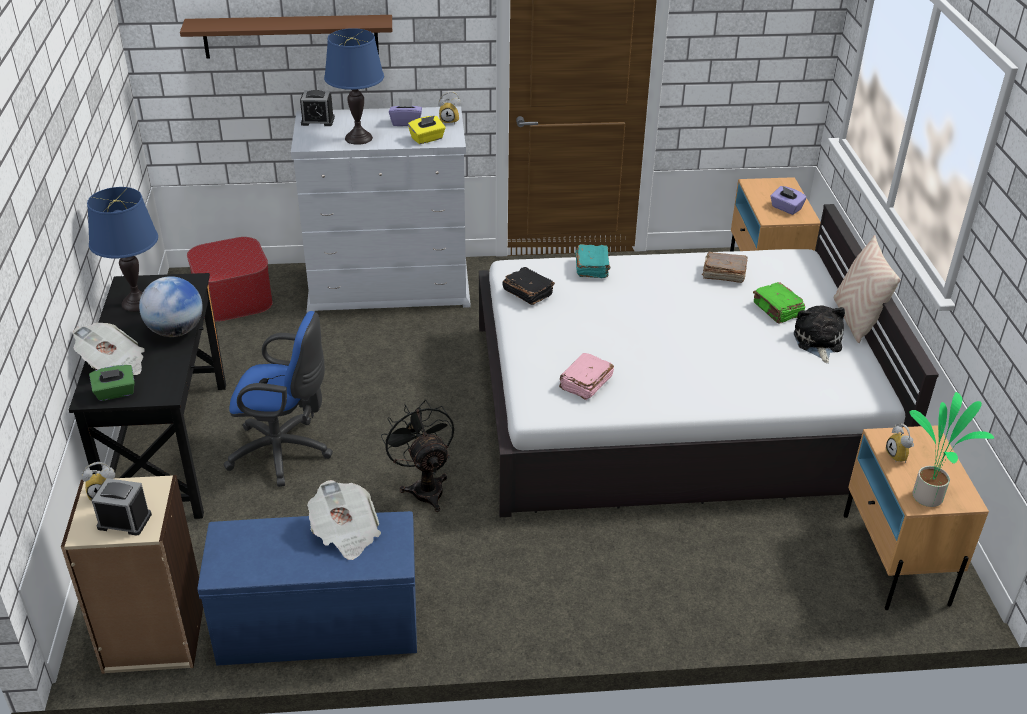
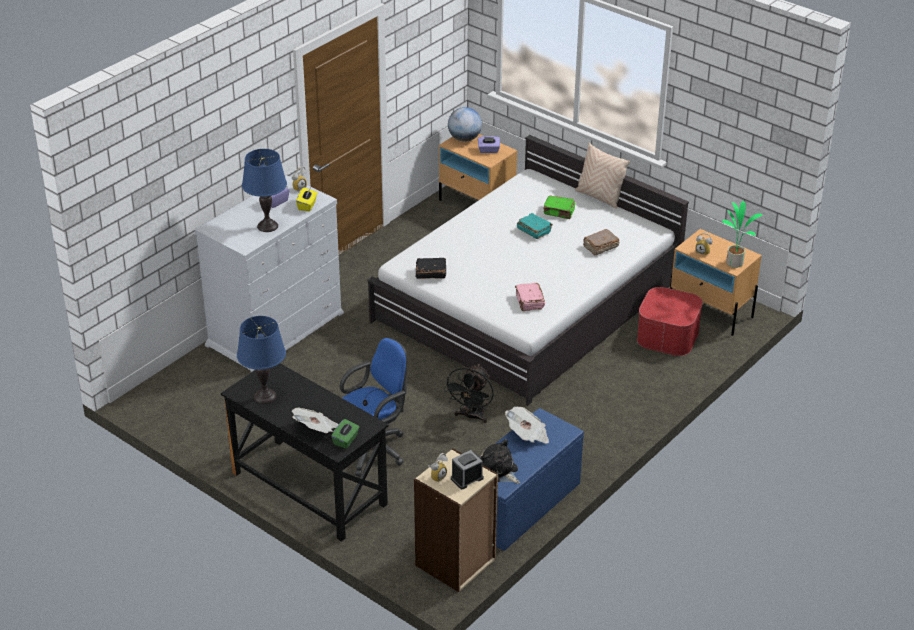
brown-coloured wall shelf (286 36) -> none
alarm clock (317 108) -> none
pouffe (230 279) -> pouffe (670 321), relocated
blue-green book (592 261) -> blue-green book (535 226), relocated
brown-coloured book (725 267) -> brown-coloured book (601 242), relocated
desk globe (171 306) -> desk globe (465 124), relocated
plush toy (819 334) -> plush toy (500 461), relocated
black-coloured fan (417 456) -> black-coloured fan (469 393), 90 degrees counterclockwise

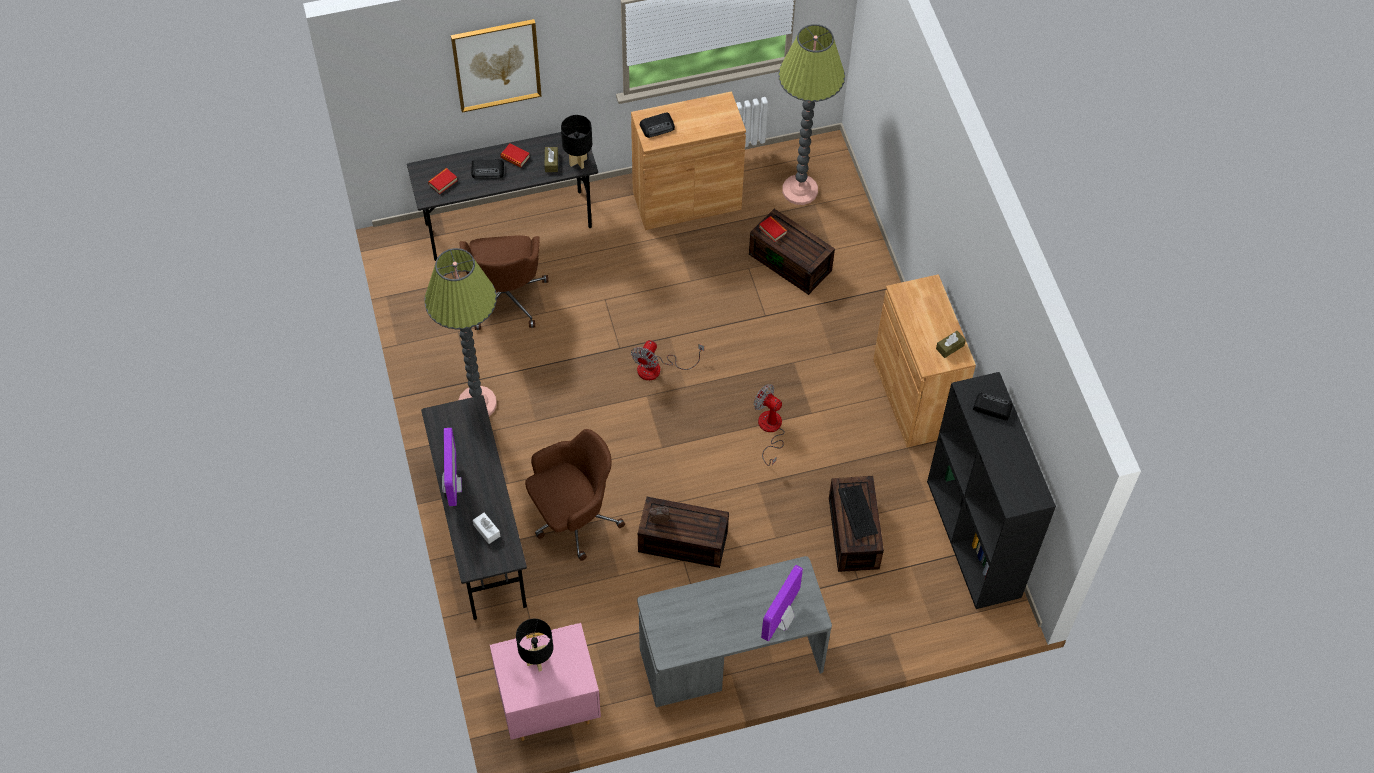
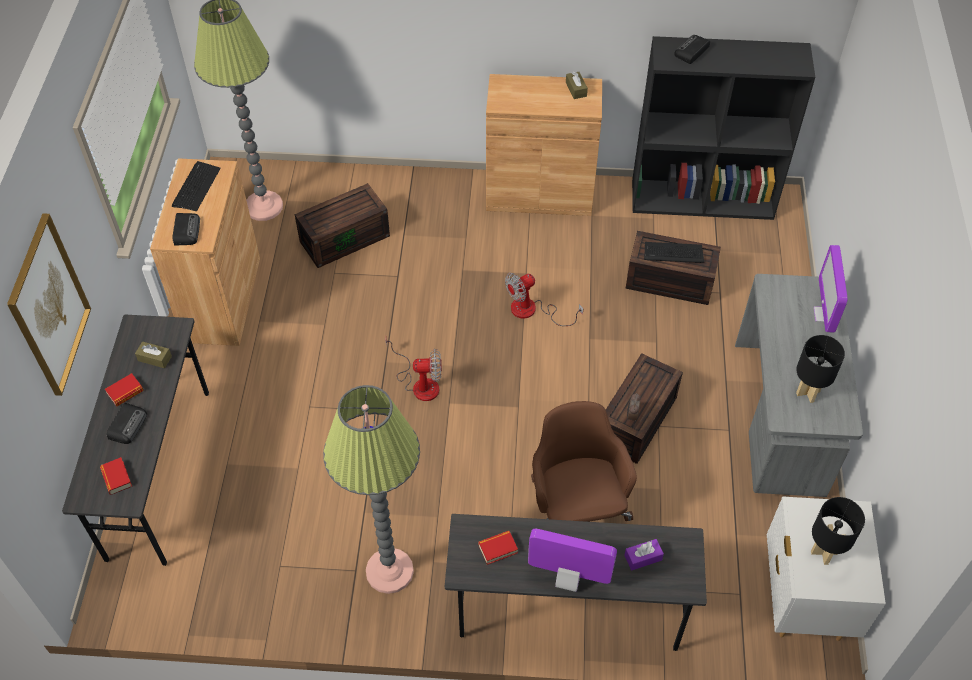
black-coloured lamp for a table (576 142) -> black-coloured lamp for a table (820 369), relocated
book (773 229) -> book (498 548), relocated
brown-coloured computer chair (504 282) -> none
fan (667 360) -> fan (414 370), 45 degrees counterclockwise
whitish tissue box (486 528) -> purplish tissue box (644 554)
monitor (782 603) -> monitor (830 289), 45 degrees clockwise
pinkish nightstand (545 682) -> whitish nightstand (826 568)
none -> computer keyboard (196 186)

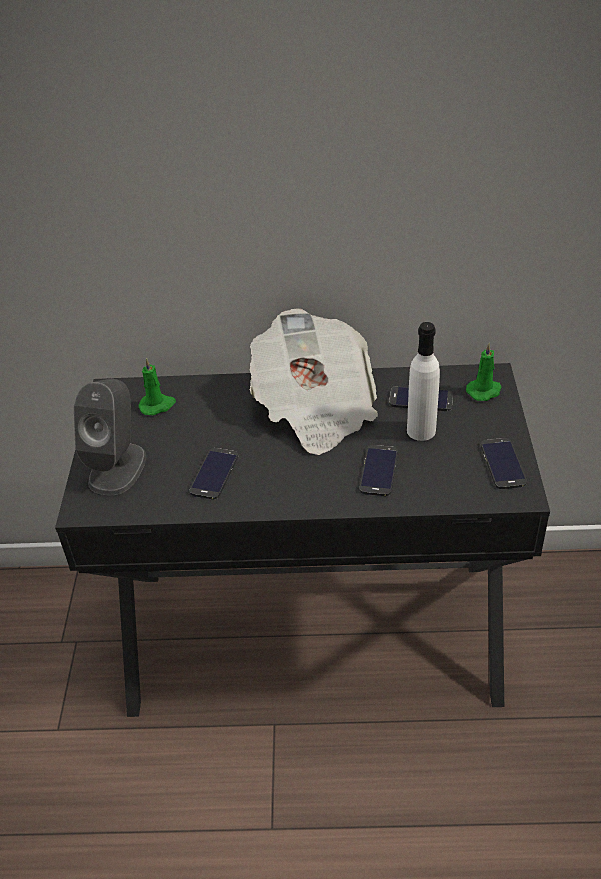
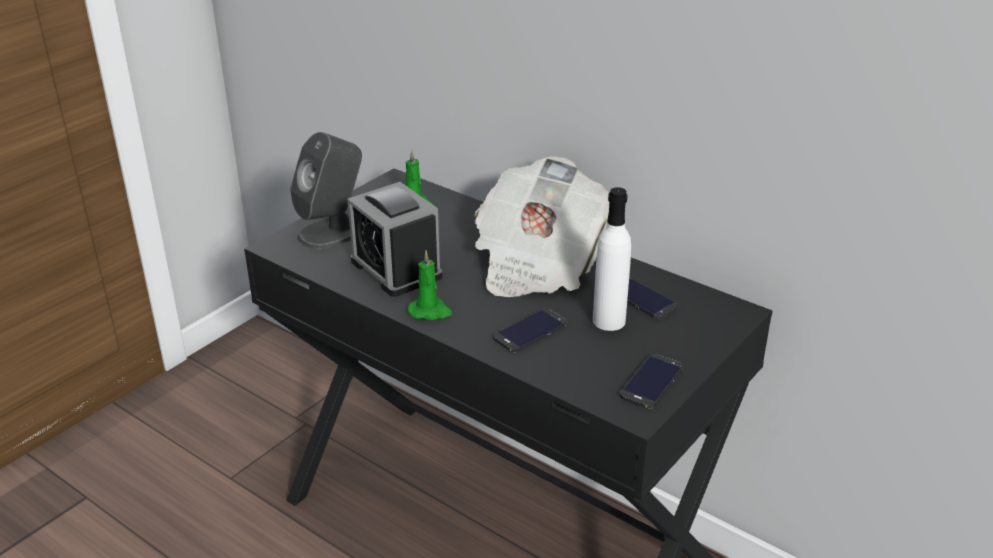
green-coloured candle (483 372) -> green-coloured candle (430 285), relocated
handset (214 473) -> alarm clock (394 239)

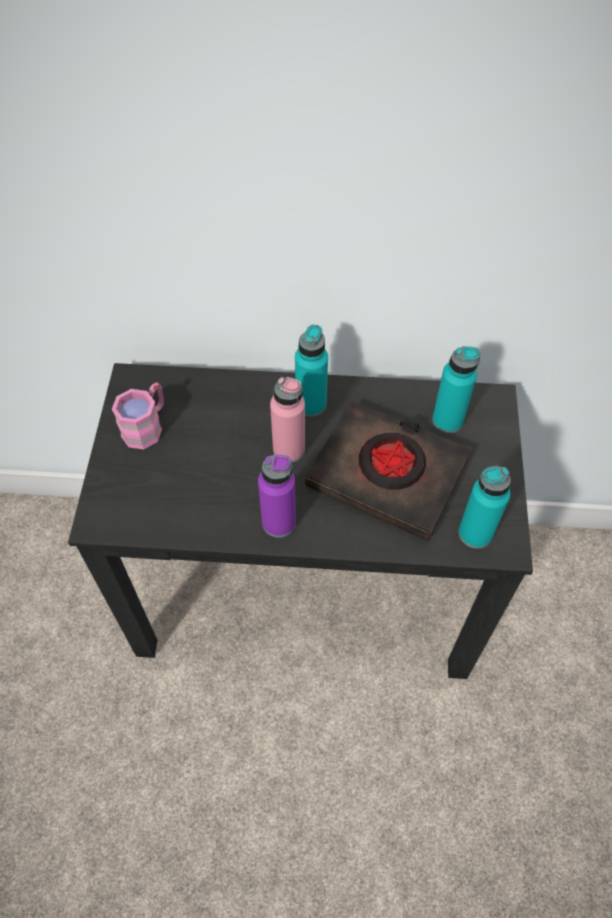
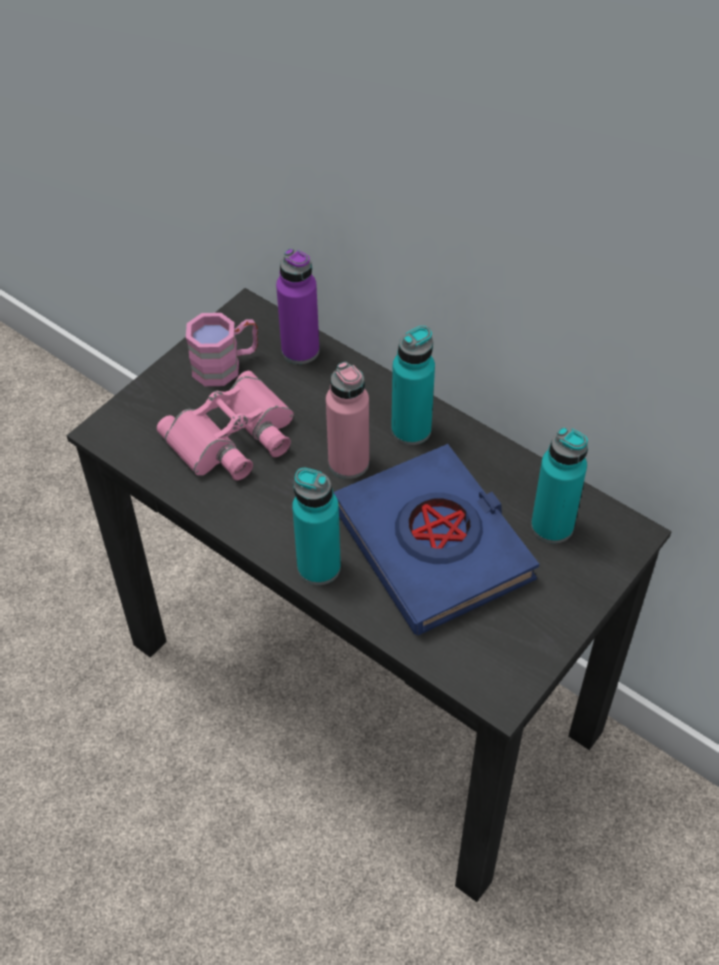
black-coloured book (388 471) -> bluish book (436 540)
purplish drink bottle (277 496) -> purplish drink bottle (298 306), relocated
blue-green drink bottle (484 507) -> blue-green drink bottle (316 526), relocated
none -> pinkish binoculars (225 425)

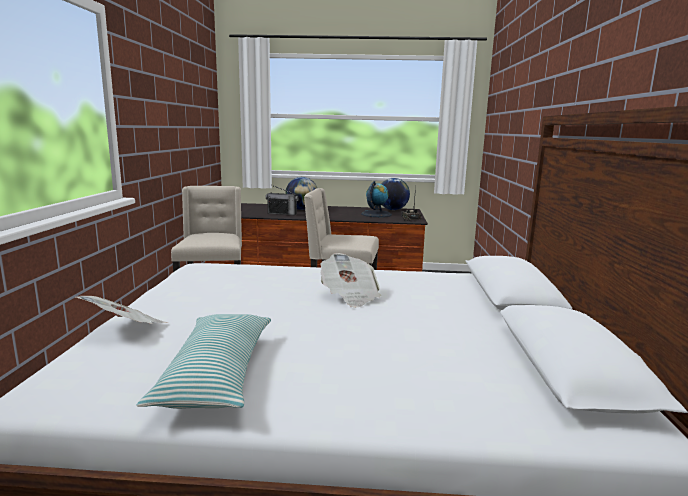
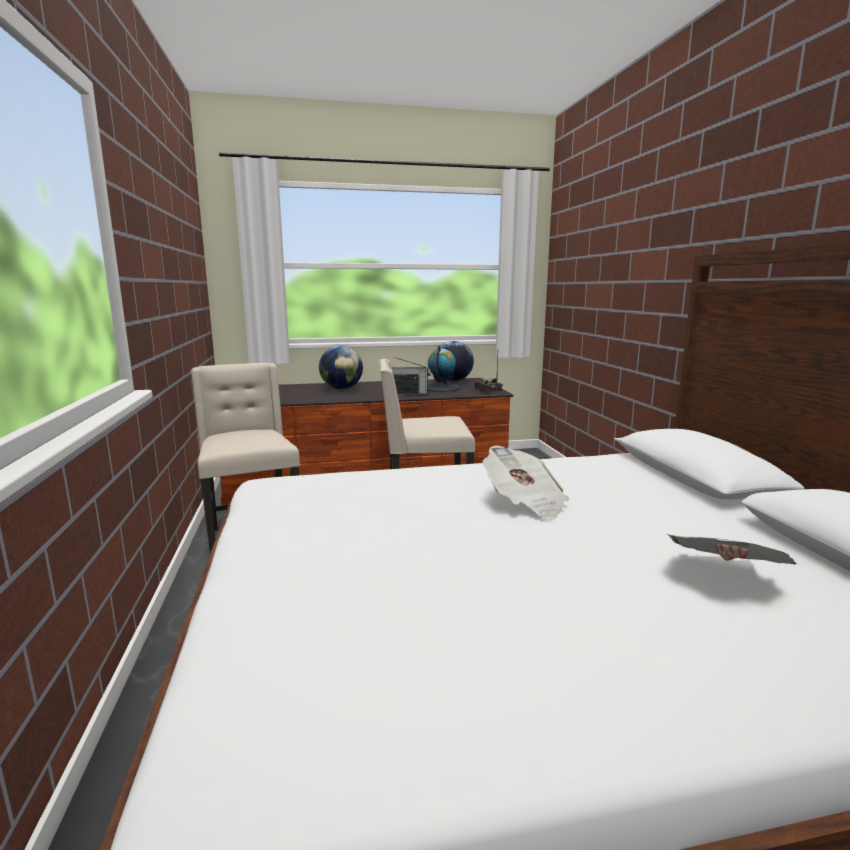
radio (282 200) -> radio (411 376), relocated
printed paper (122 310) -> printed paper (732 549), relocated
cushion (204 361) -> none

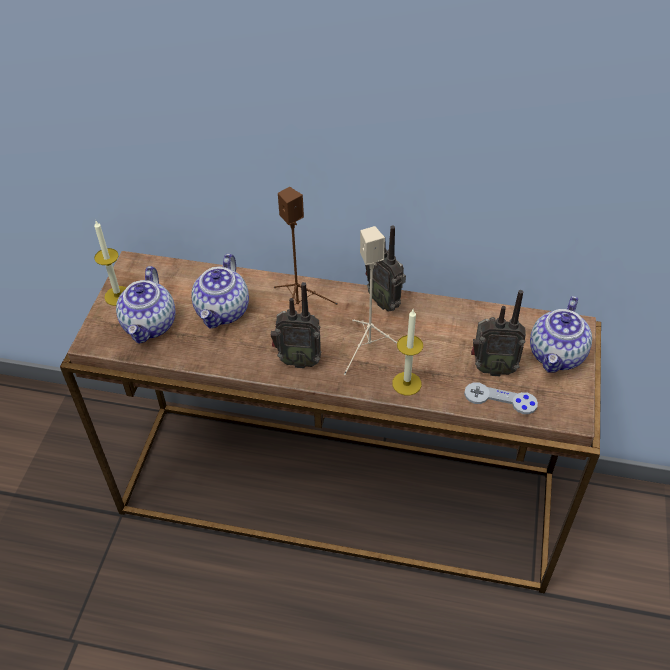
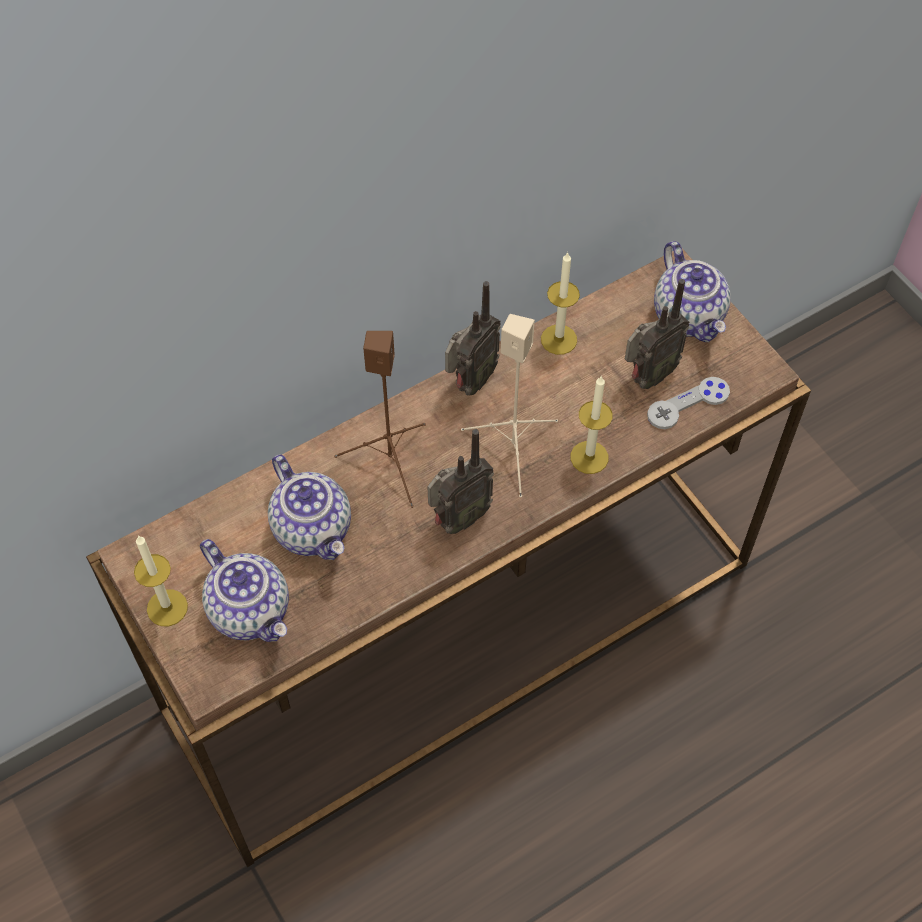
radio (385 268) -> radio (473 338), 60 degrees counterclockwise
none -> candle (560 303)

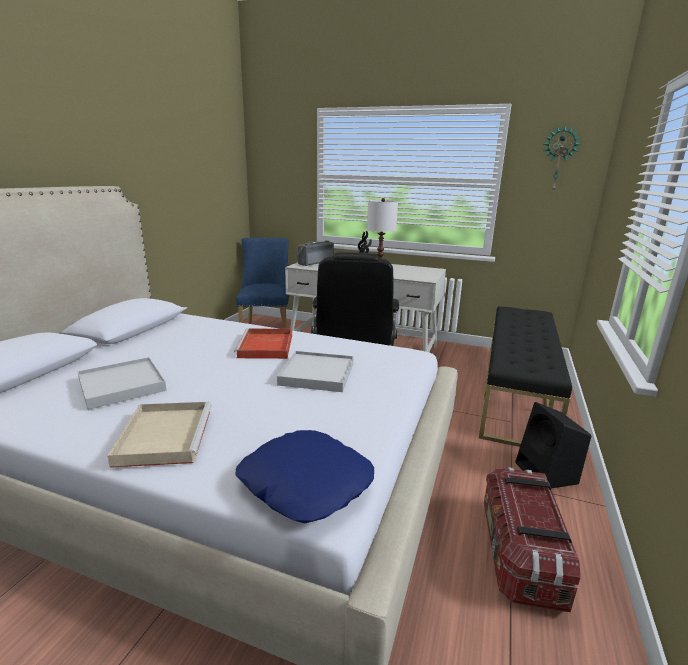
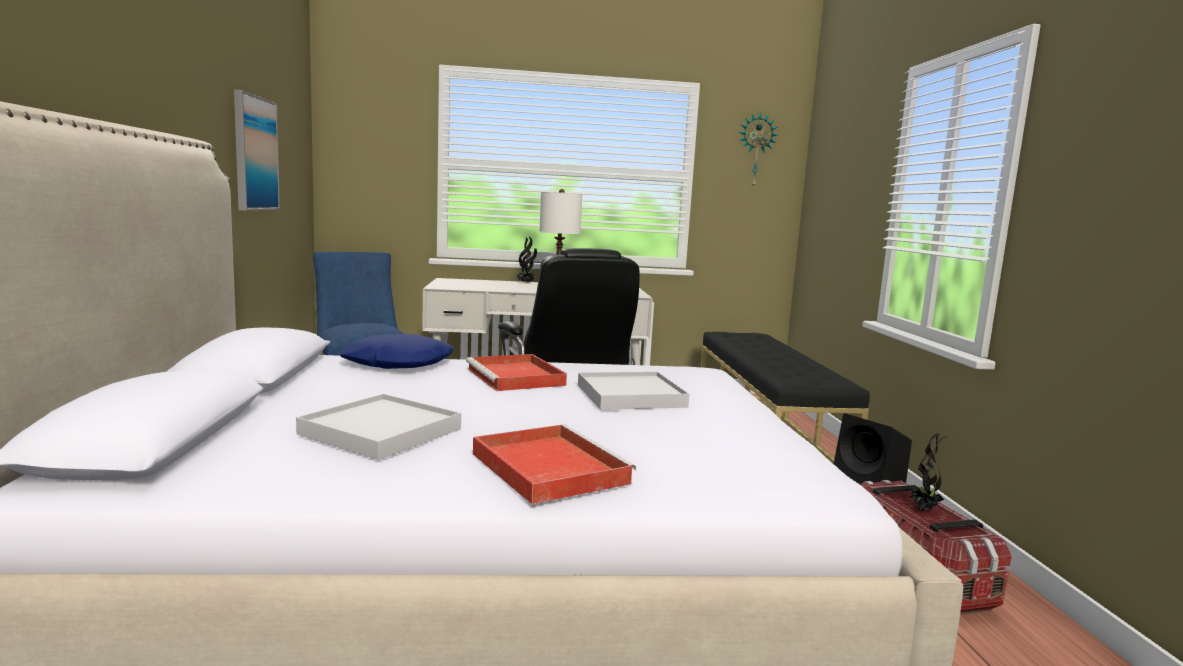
radio (314 253) -> none
beige-coloured carrying tray (159 435) -> reddish carrying tray (554 464)
bluish cushion (304 477) -> bluish cushion (396 351), relocated
none -> wall art (257 150)
none -> plant in a pot (928 472)

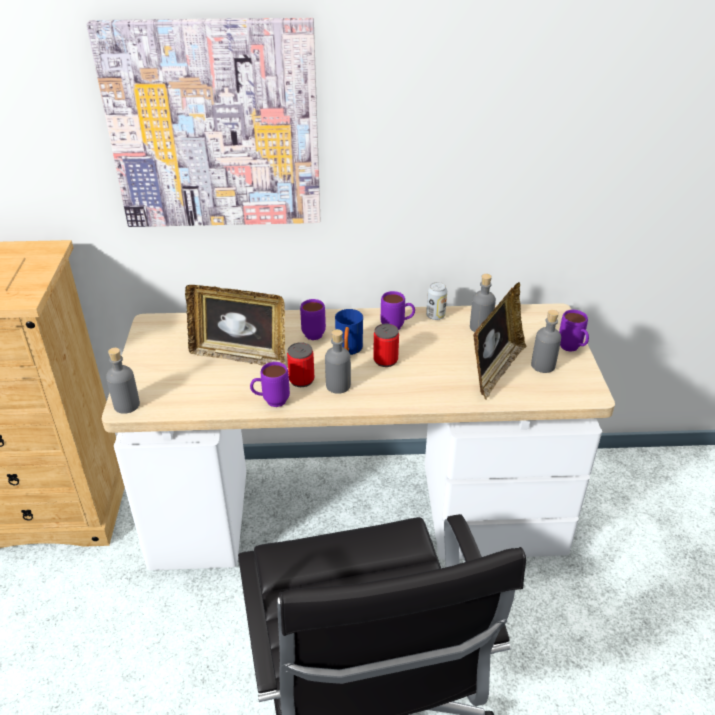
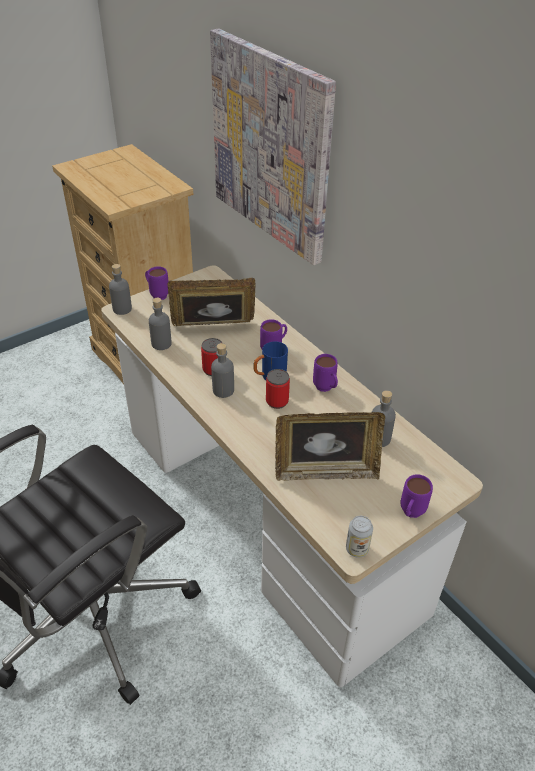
metal can (436 301) -> metal can (359 537), relocated
standing frame (235 325) -> standing frame (211 302), 105 degrees clockwise
gray drink bottle (546 341) -> gray drink bottle (160 324), relocated
purplish mug (270 384) -> purplish mug (156 283), relocated

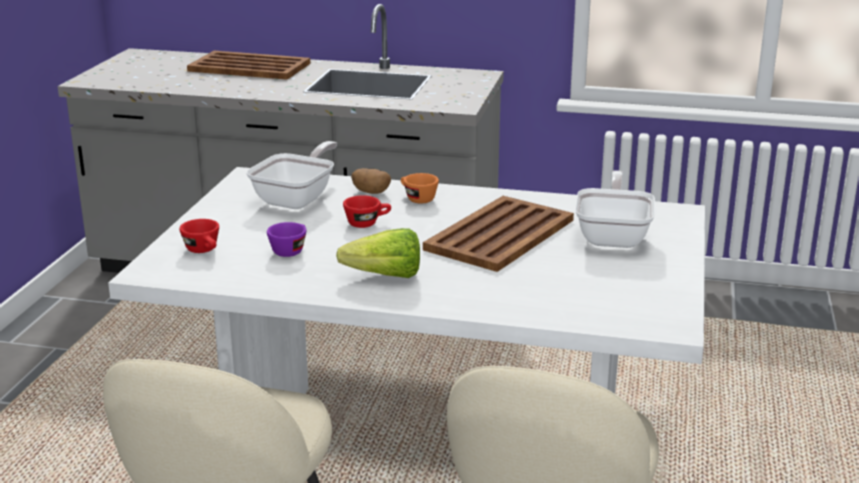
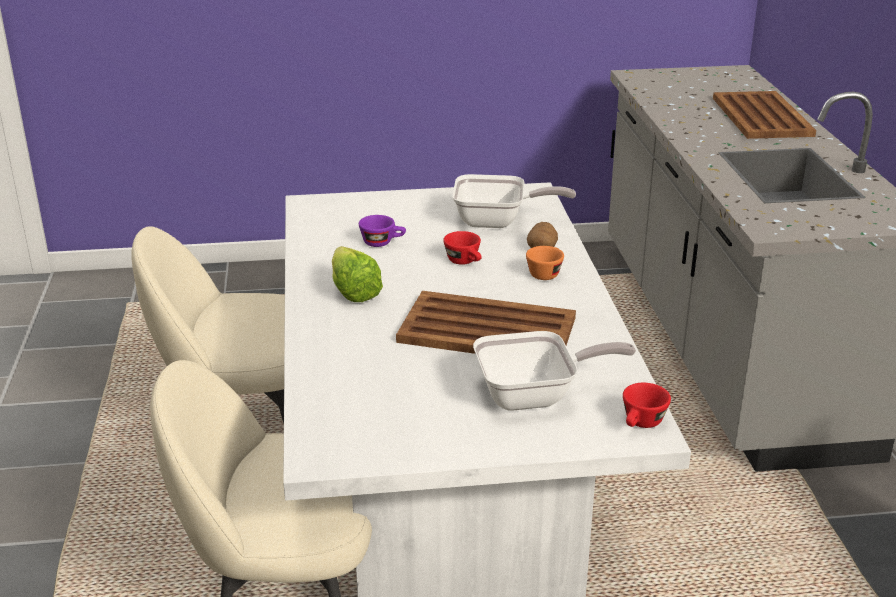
reddish cup (199 236) -> reddish cup (647 405), relocated

